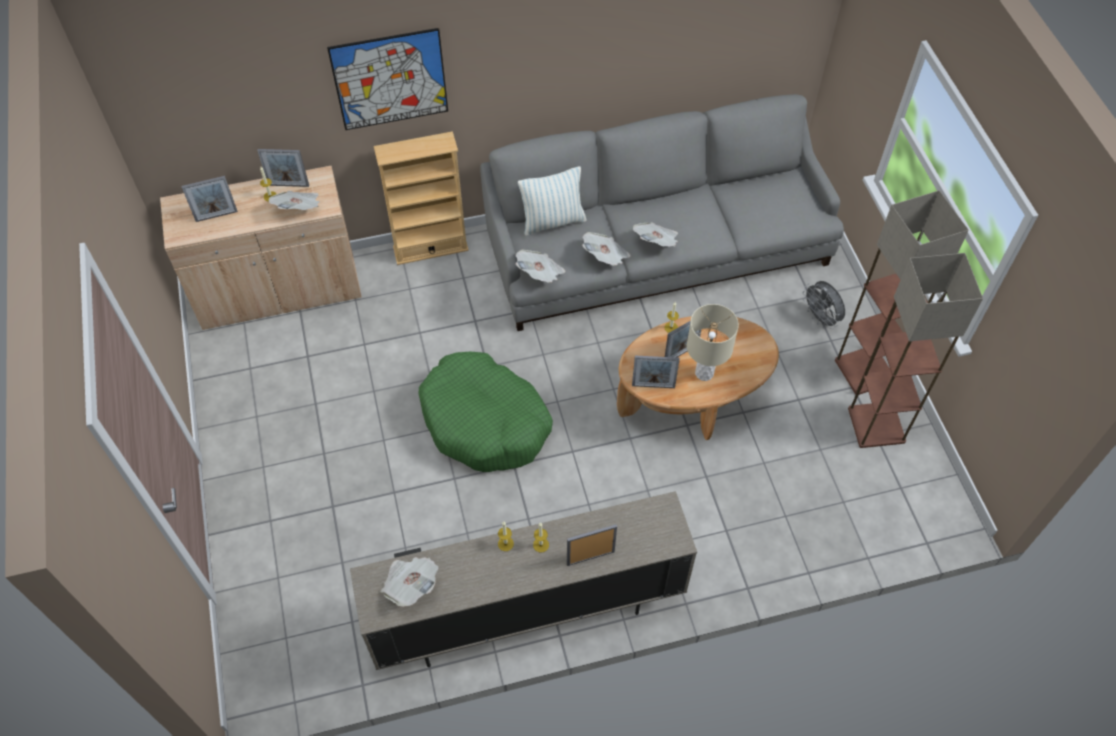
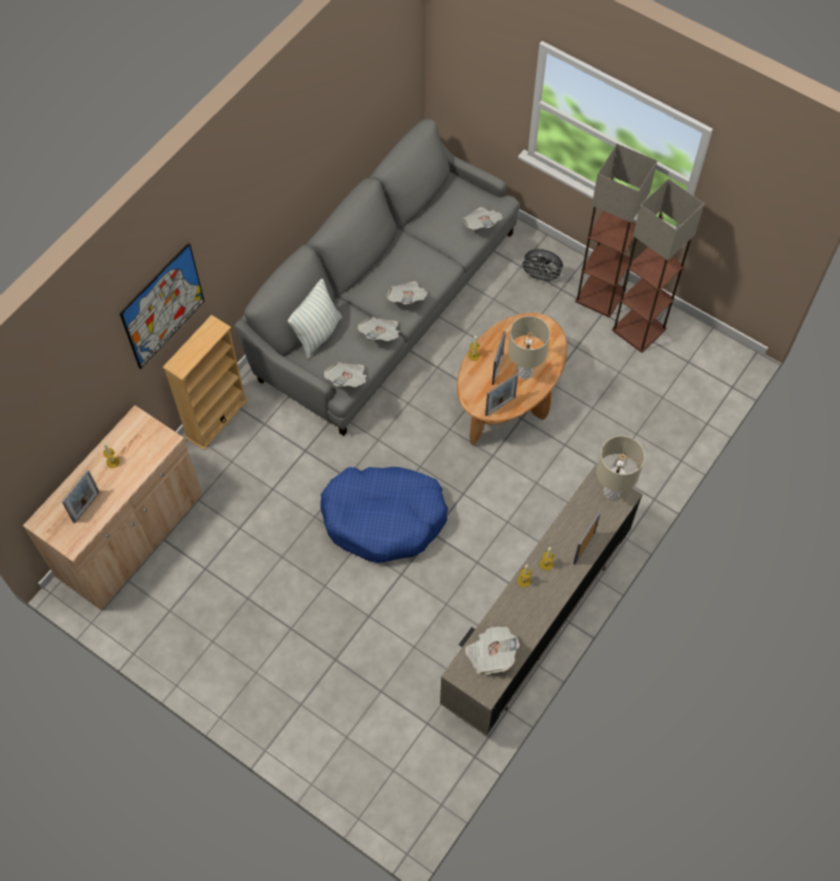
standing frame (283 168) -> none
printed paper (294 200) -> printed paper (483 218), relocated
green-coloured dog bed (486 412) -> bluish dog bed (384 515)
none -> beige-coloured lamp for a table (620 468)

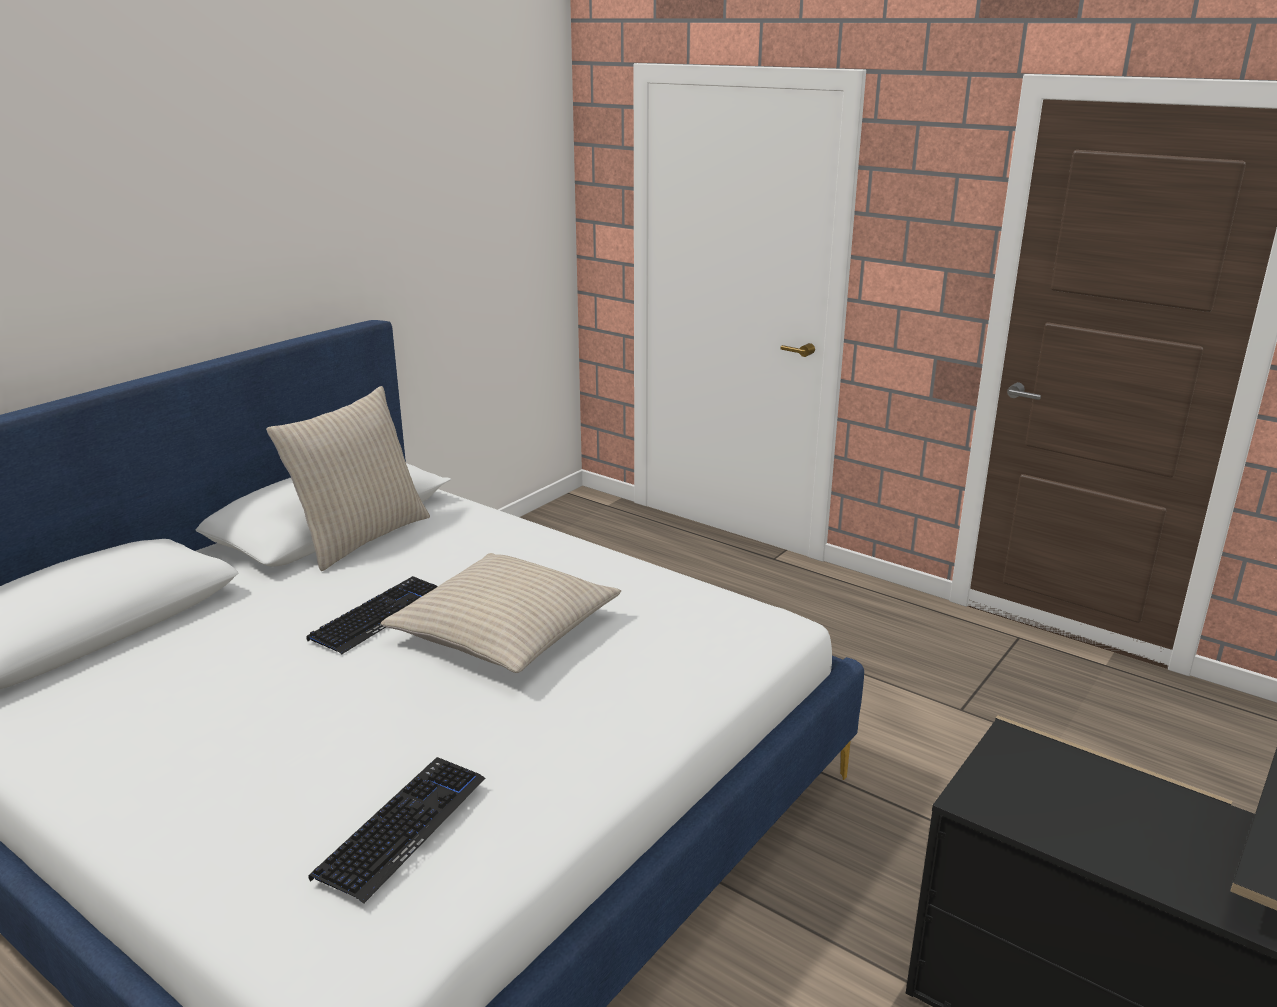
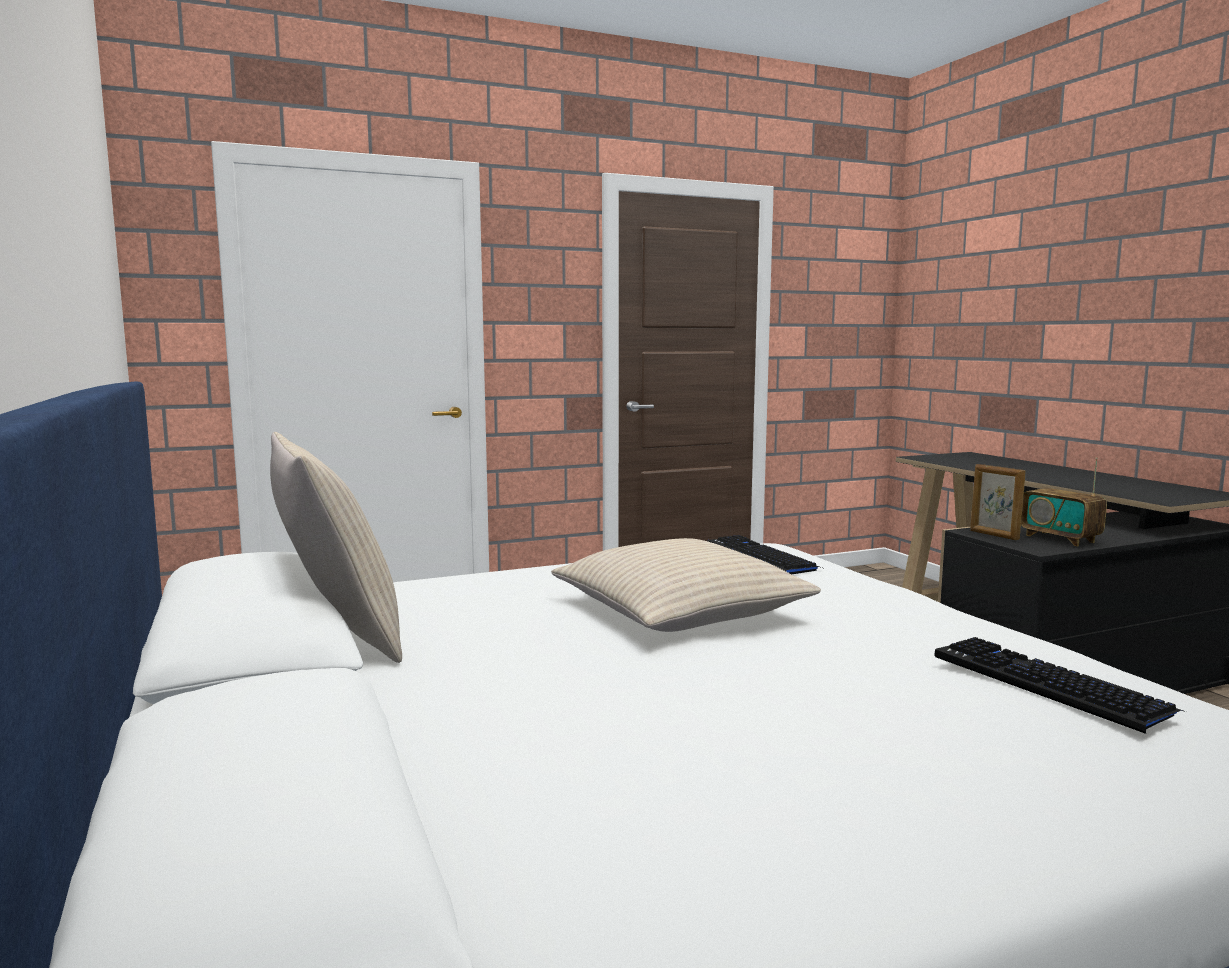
computer keyboard (372 615) -> computer keyboard (765 554), relocated
none -> radio (1064 501)
none -> standing frame (998 502)

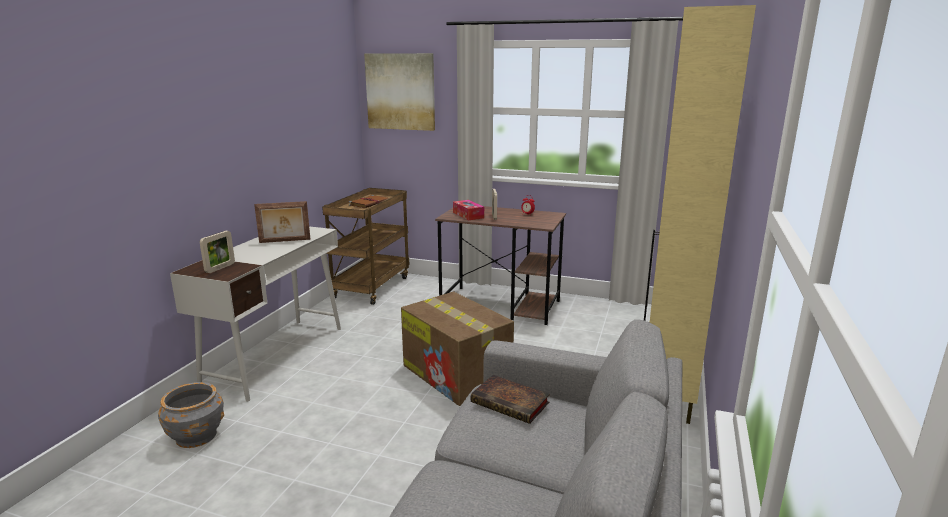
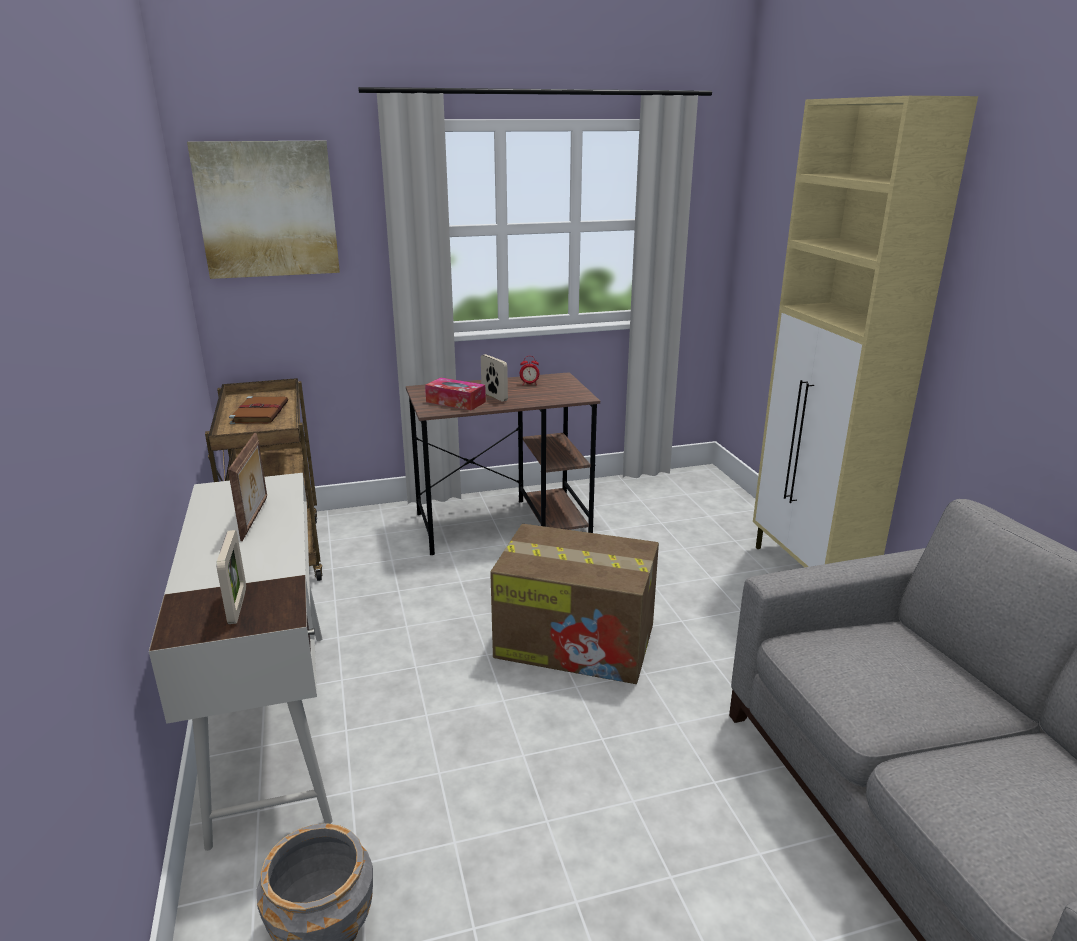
standing frame (282 222) -> standing frame (247 487), 45 degrees counterclockwise
book (510 399) -> none

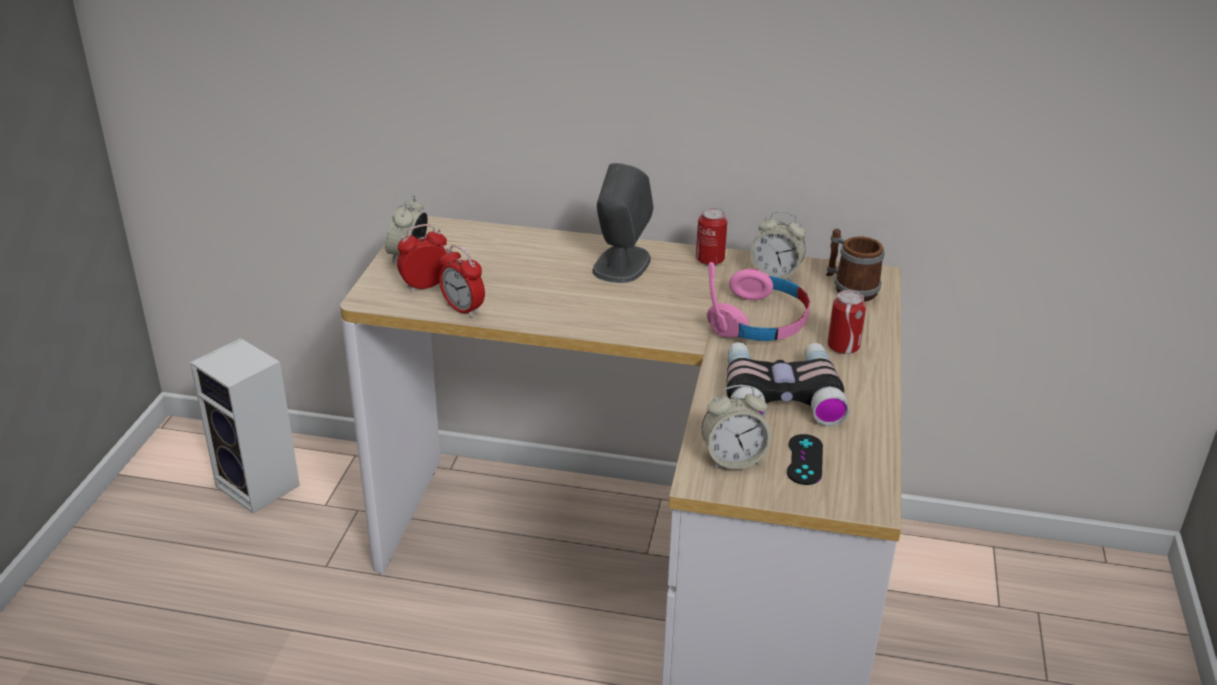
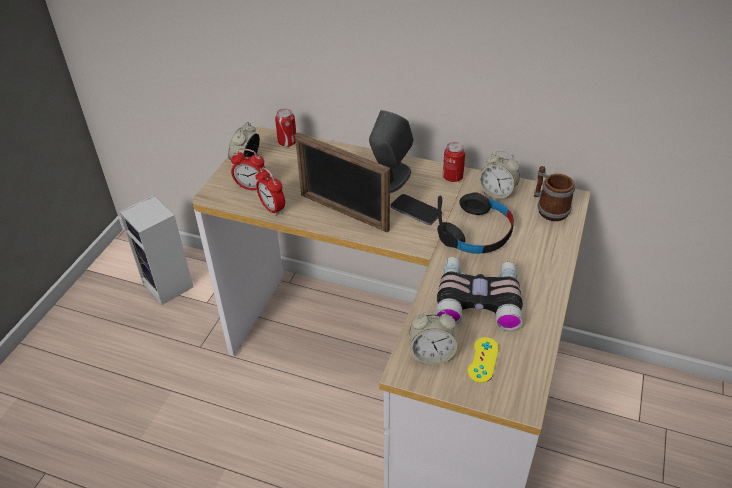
alarm clock (422 258) -> alarm clock (248 169), 150 degrees counterclockwise
pinkish headphones (758 301) -> black-coloured headphones (475 223)
metal can (846 322) -> metal can (285 127), relocated
black-coloured gamepad (805 459) -> yellowish gamepad (483 360)
none -> standing frame (342 182)
none -> handset (416 209)

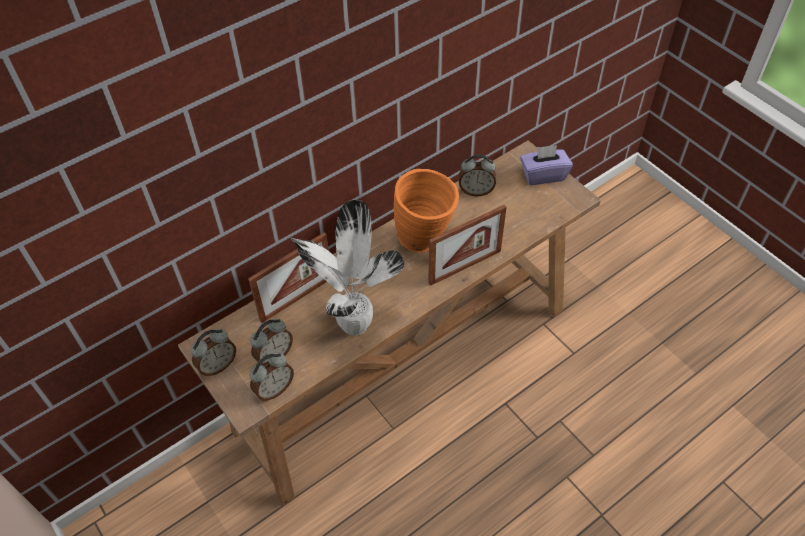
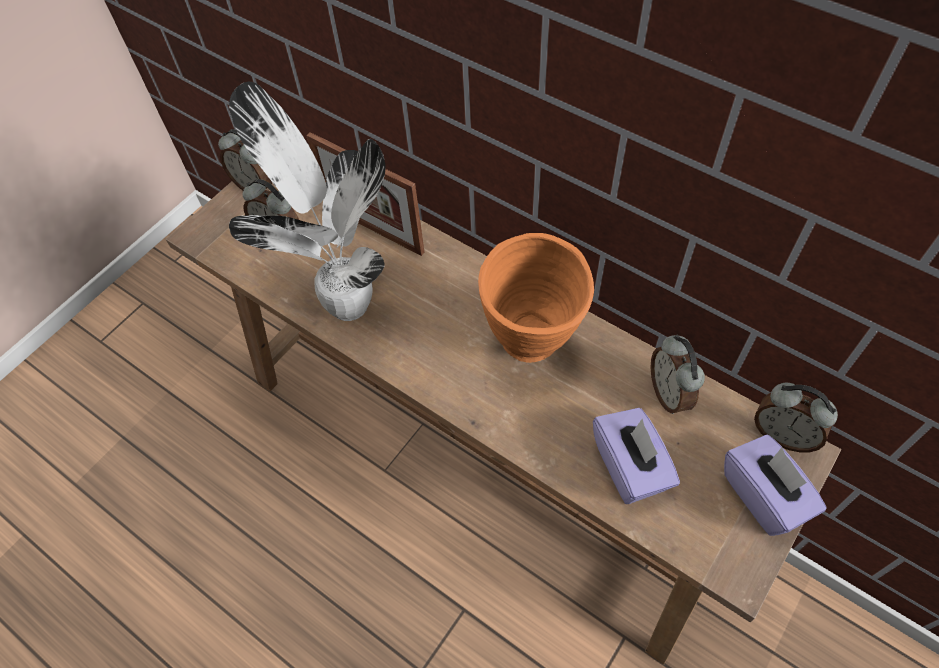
standing frame (467 245) -> none
alarm clock (271 377) -> alarm clock (796 417), relocated
none -> purplish tissue box (636 456)

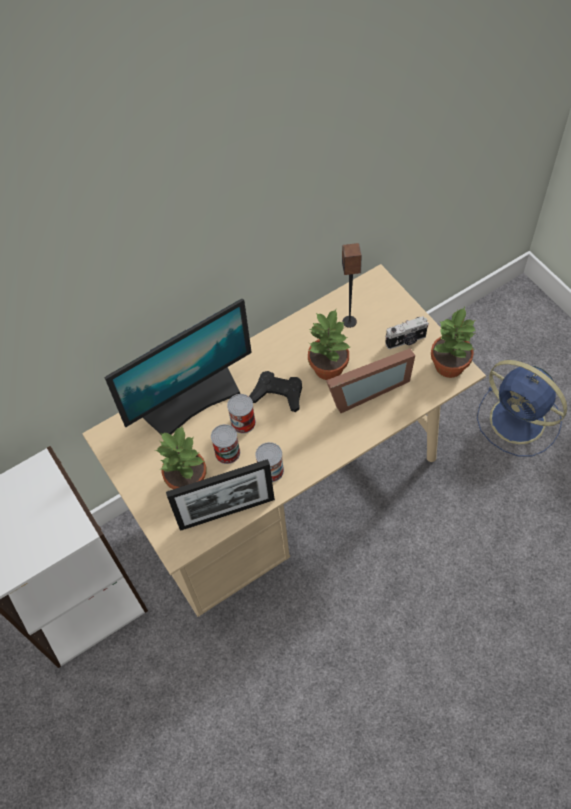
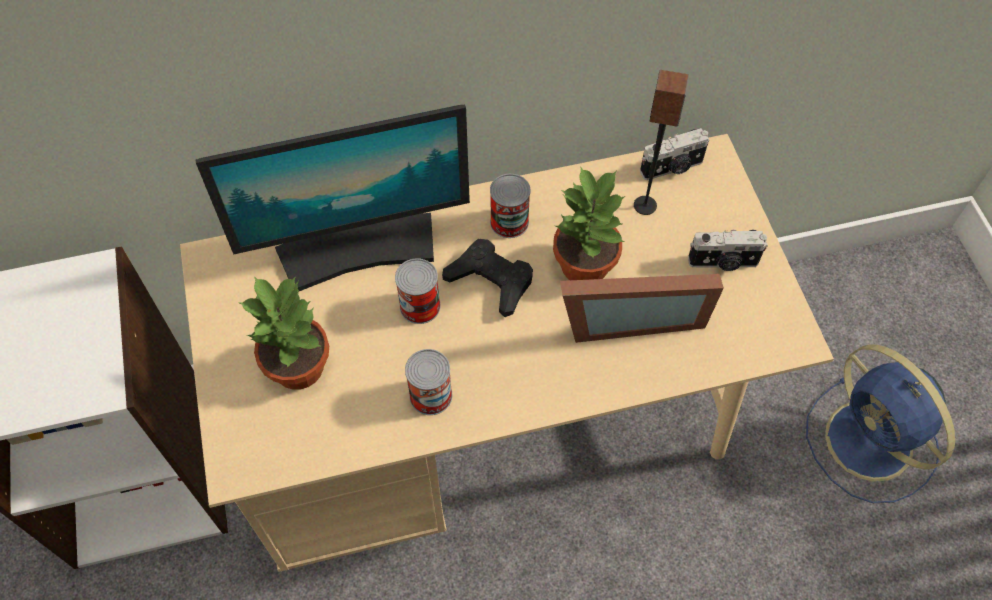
plant in a pot (453 342) -> none
metal can (225 444) -> metal can (510 206), relocated
standing frame (220 495) -> none
none -> photo camera (674 154)

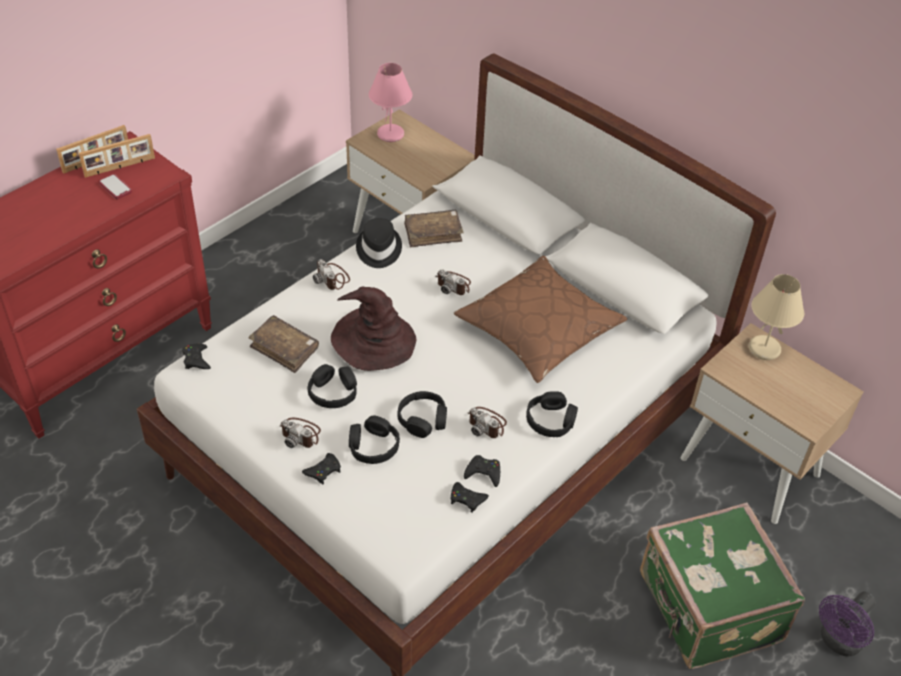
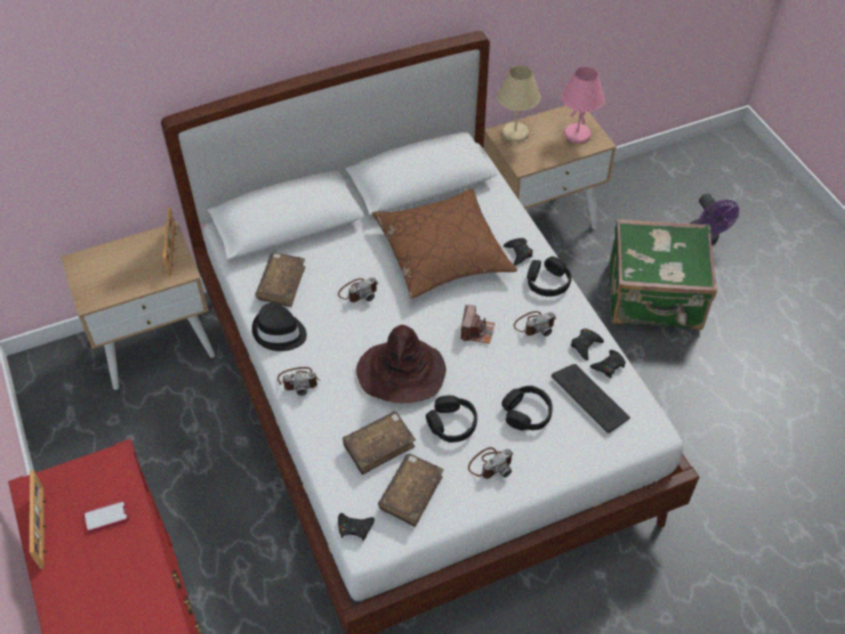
pinkish lamp for a table (390 102) -> pinkish lamp for a table (583 104), relocated
standing frame (117 156) -> standing frame (170 241), relocated
black-coloured headphones (422 414) -> none
black-coloured gamepad (321 468) -> black-coloured gamepad (518 251), relocated
none -> photo camera (478 324)
none -> computer keyboard (590 398)
none -> brown-coloured book (411 490)

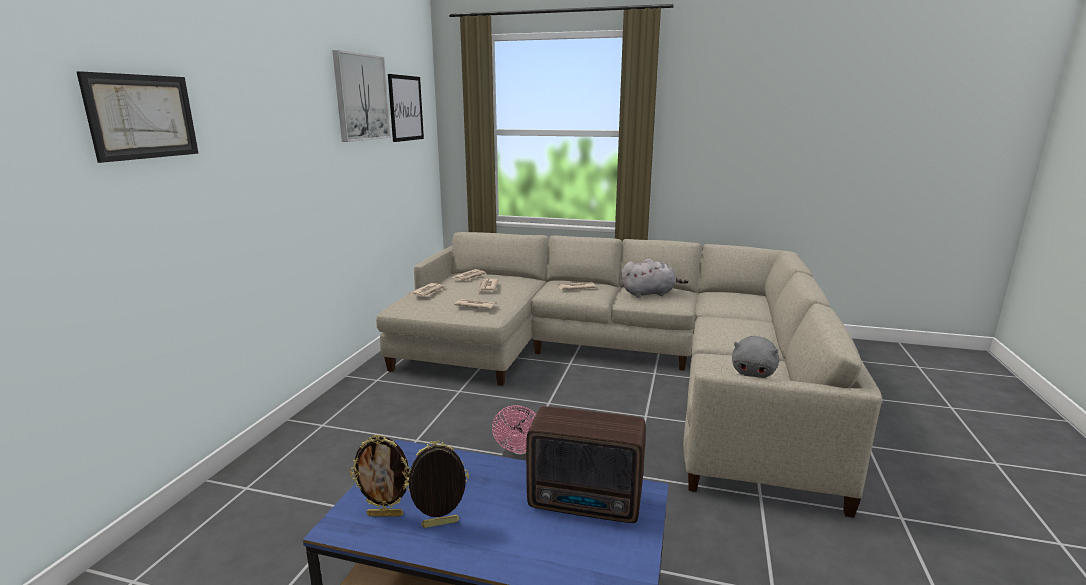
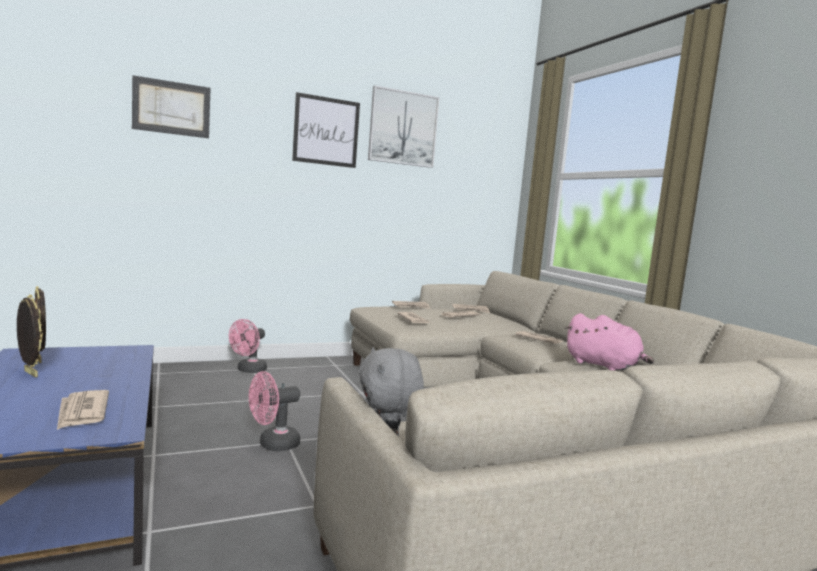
wall art (406 108) -> wall art (326 130), relocated
gray plush toy (655 278) -> pinkish plush toy (609 341)
radio (586 464) -> printed paper (83 410)
none -> pinkish fan (248 346)

